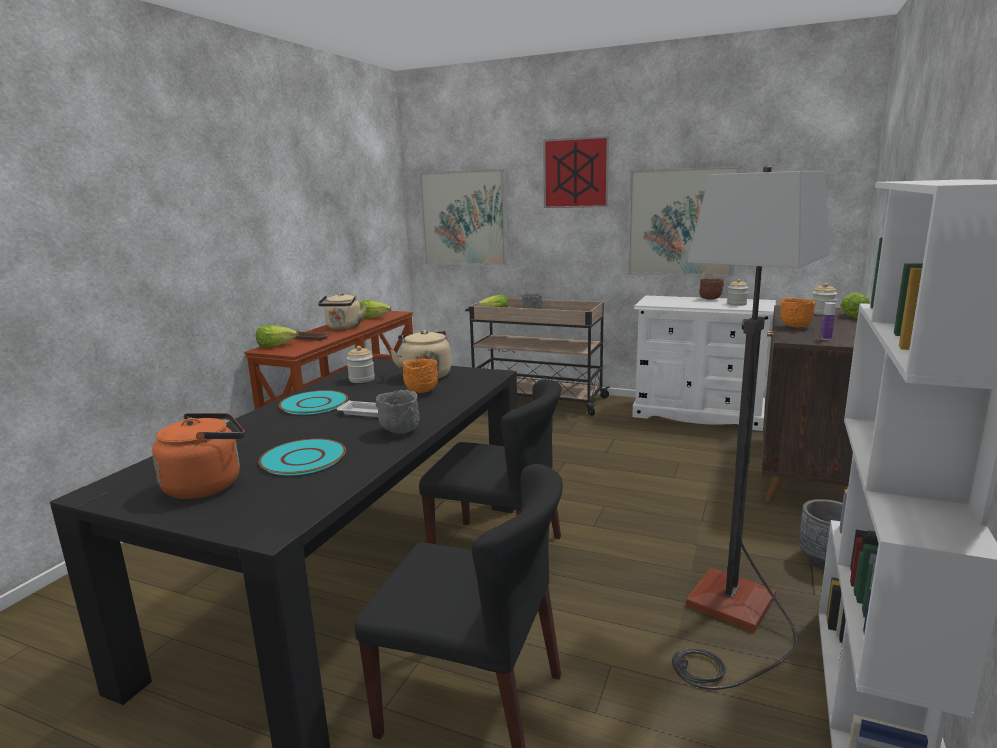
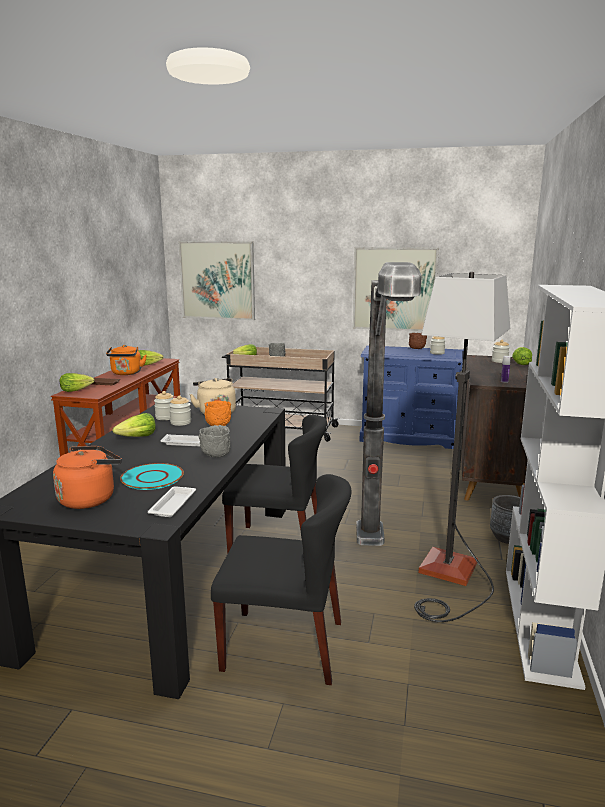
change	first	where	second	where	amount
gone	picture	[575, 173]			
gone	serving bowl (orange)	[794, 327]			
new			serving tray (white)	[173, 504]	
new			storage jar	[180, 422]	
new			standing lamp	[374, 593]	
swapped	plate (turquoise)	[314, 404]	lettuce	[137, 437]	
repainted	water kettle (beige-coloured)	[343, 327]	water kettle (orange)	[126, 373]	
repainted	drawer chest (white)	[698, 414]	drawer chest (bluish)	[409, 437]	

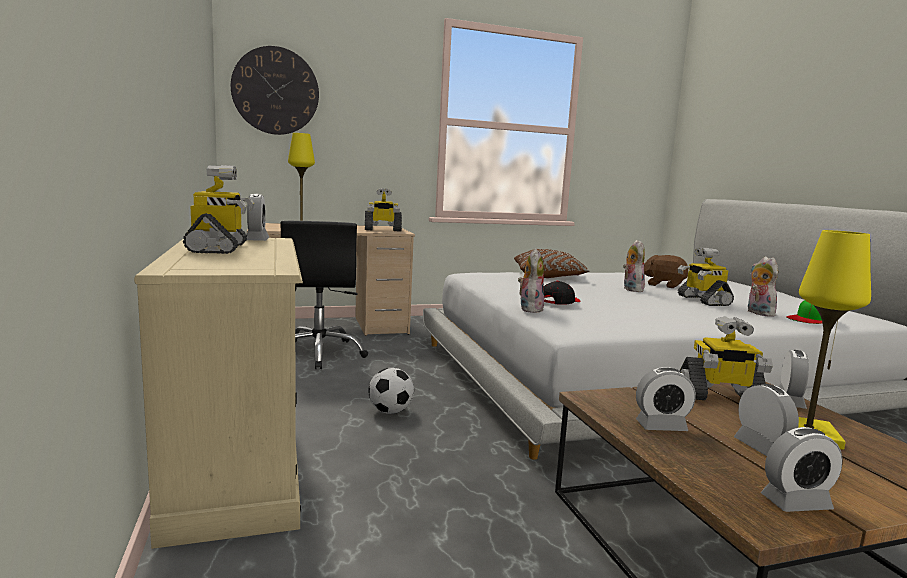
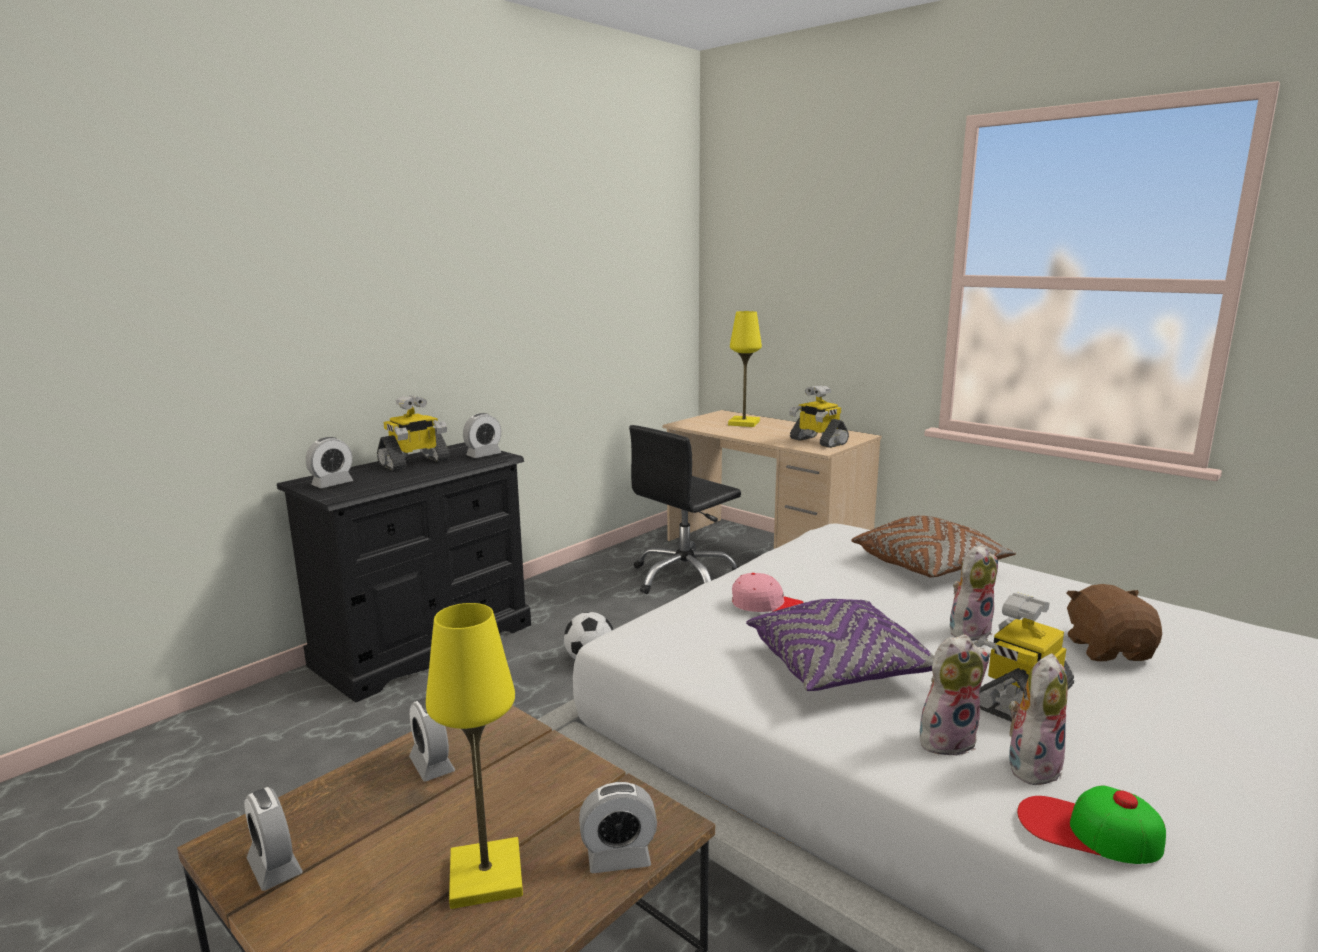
change	first	where	second	where	amount
gone	wall clock	[275, 91]			
gone	model robot	[719, 396]			
new			pillow (purplish)	[840, 668]	
shifted	cuddly toy	[529, 309]		[947, 739]	
shifted	bedside clock	[761, 447]		[332, 484]	
repainted	drawer chest (beige-coloured)	[238, 466]	drawer chest (black-coloured)	[425, 645]	
repainted	peaked cap (black-coloured)	[560, 302]	peaked cap (pinkish)	[766, 605]	

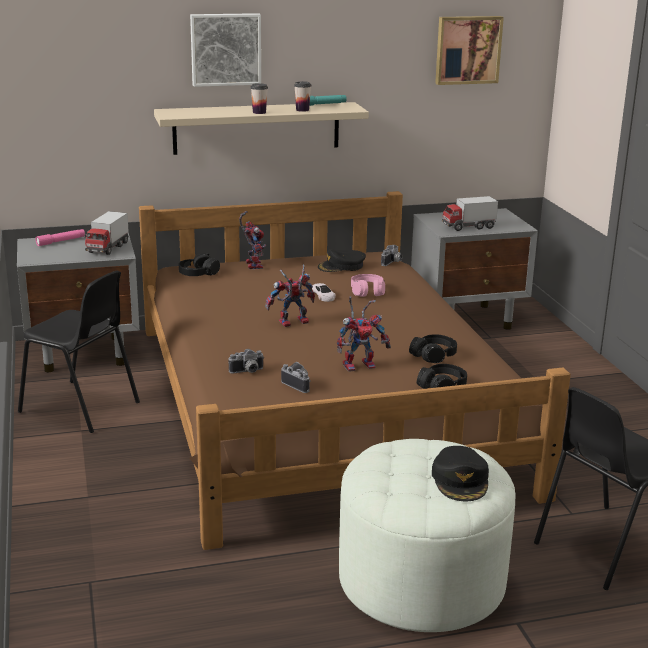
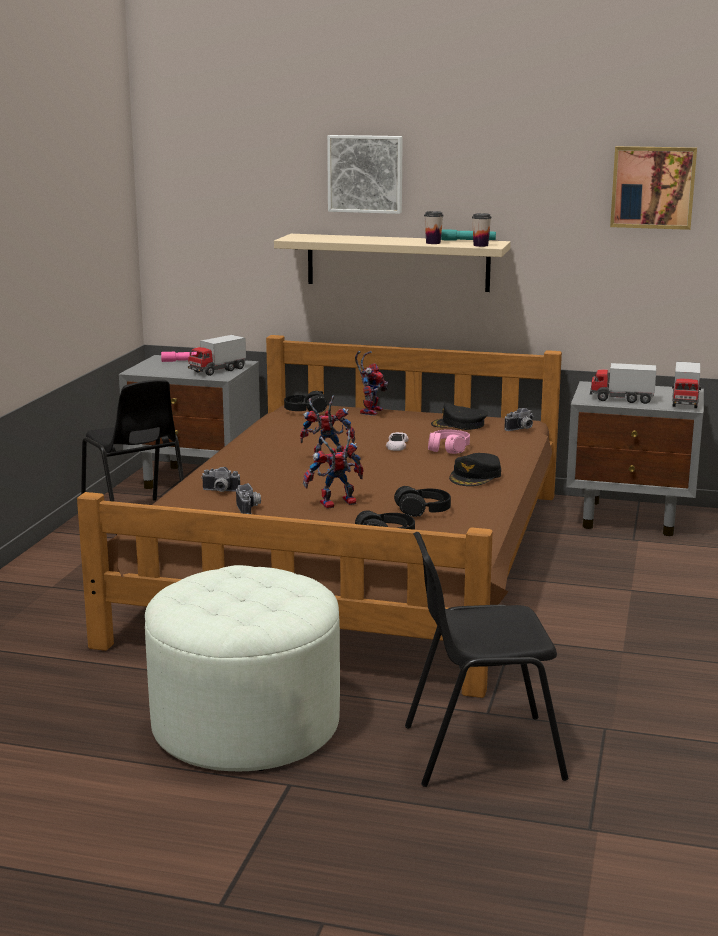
change	first	where	second	where	amount
new			toy lorry	[685, 402]	
shifted	cup	[259, 112]		[480, 245]	
shifted	peaked cap (black-coloured)	[461, 480]		[475, 476]	
rotated	model robot	[360, 364]		[335, 504]	150 degrees clockwise

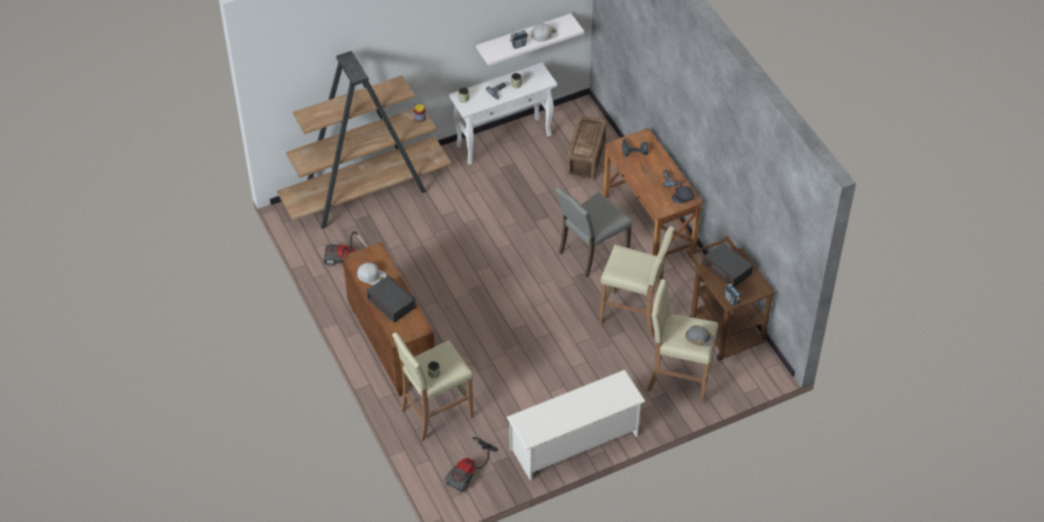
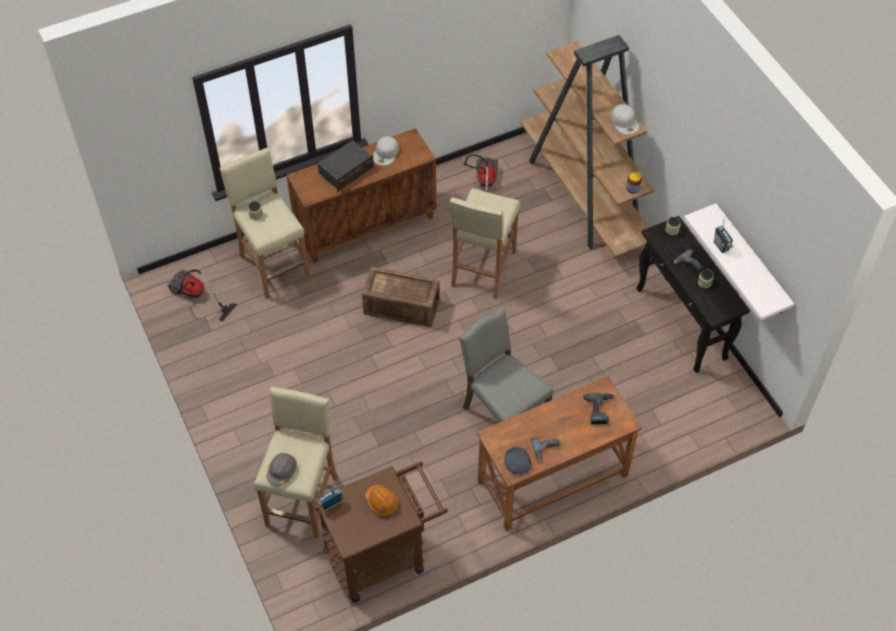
change	first	where	second	where	amount
gone	shoe shelf (white)	[574, 443]			
shifted	peaked cap (white)	[544, 34]		[625, 122]	
shifted	packing crate	[587, 157]		[402, 308]	
shifted	stool seat (beige-coloured)	[633, 314]		[482, 269]	
swapped	radio	[726, 270]	work helmet (orange)	[382, 502]	
repainted	hall table (white)	[504, 140]	hall table (black-coloured)	[682, 324]	

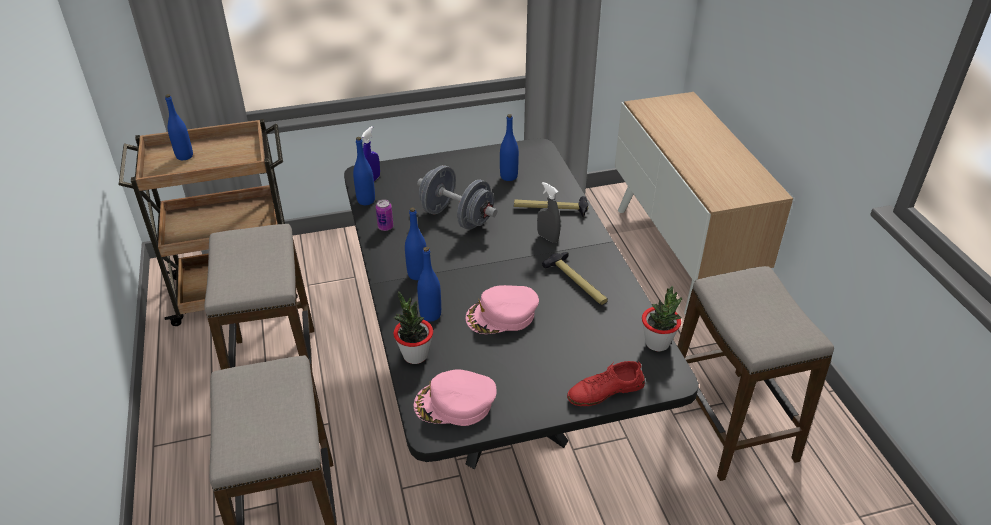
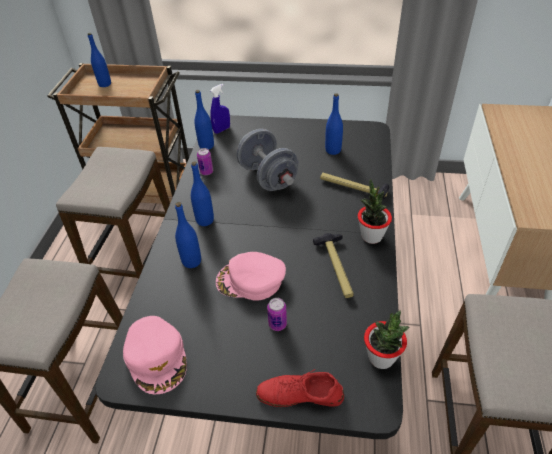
change	first	where	second	where	amount
gone	spray bottle (gray)	[547, 237]			
new			sealed can	[277, 324]	
shifted	houseplant	[415, 355]		[371, 236]	
rotated	peaked cap (pinkish)	[455, 404]		[157, 357]	135 degrees counterclockwise

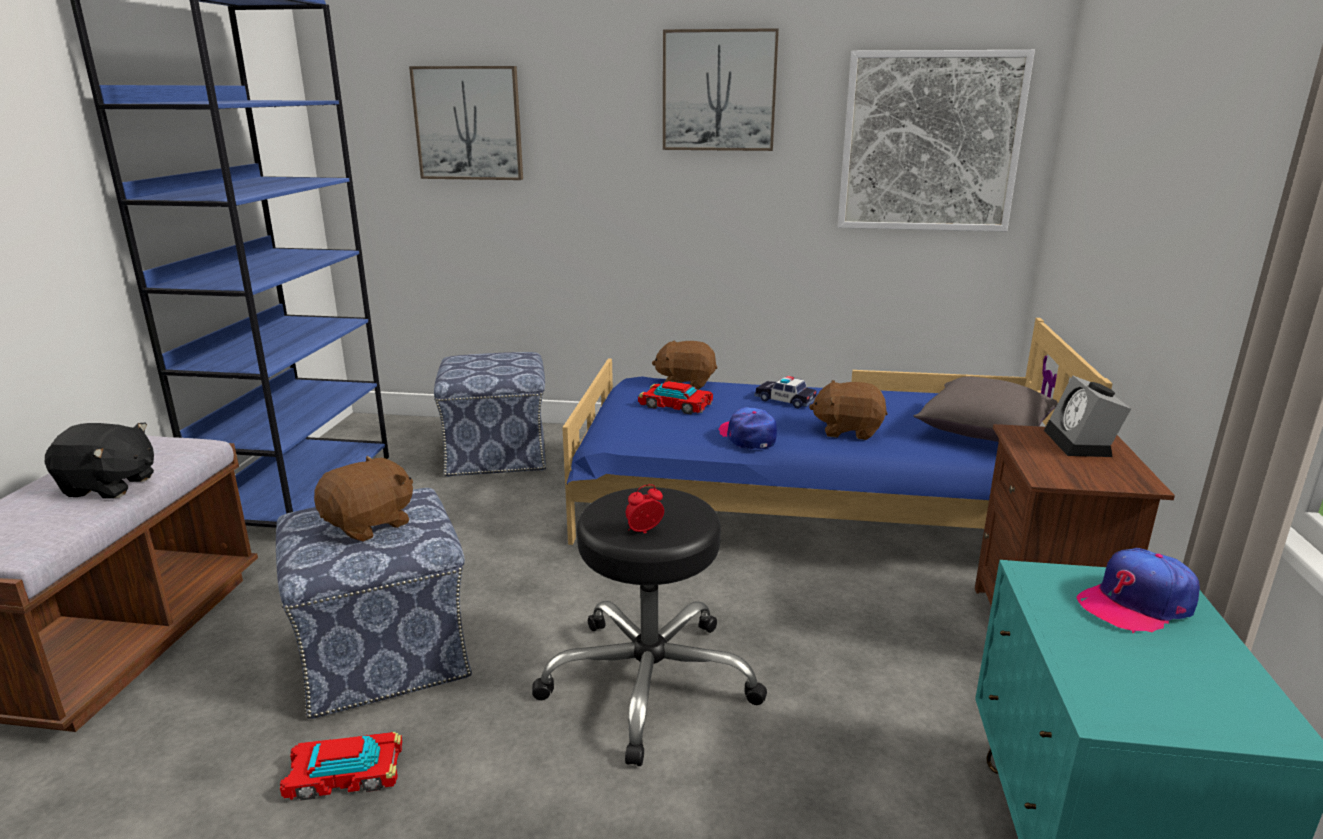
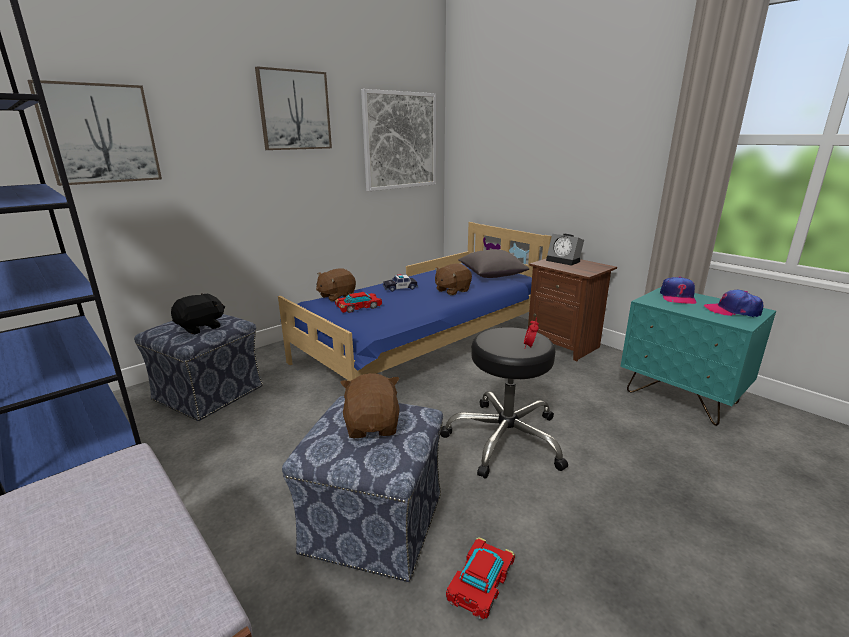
change	first	where	second	where	amount
shifted	cuddly toy (black-coloured)	[110, 486]		[201, 327]	
shifted	peaked cap	[747, 436]		[732, 311]	

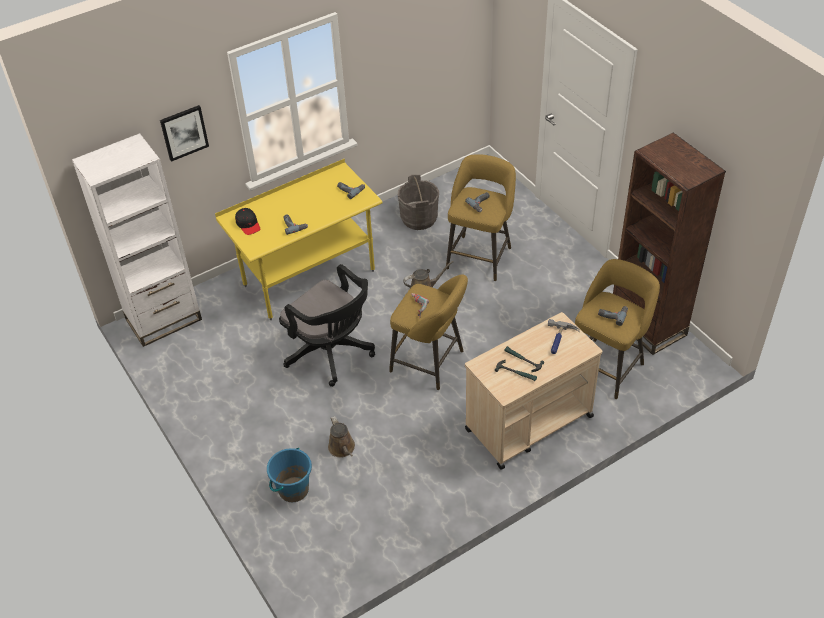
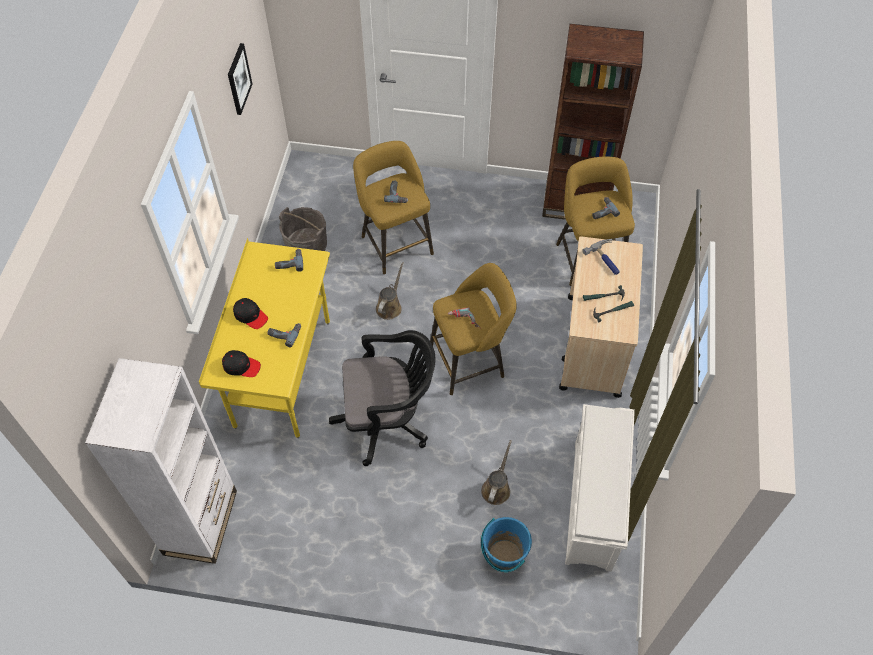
change	first	where	second	where	amount
new			peaked cap (black-coloured)	[250, 316]	
new			shoe shelf (white)	[593, 506]	
shifted	picture	[184, 132]		[238, 79]	
rotated	watering pot (brownish)	[342, 449]		[496, 488]	90 degrees counterclockwise

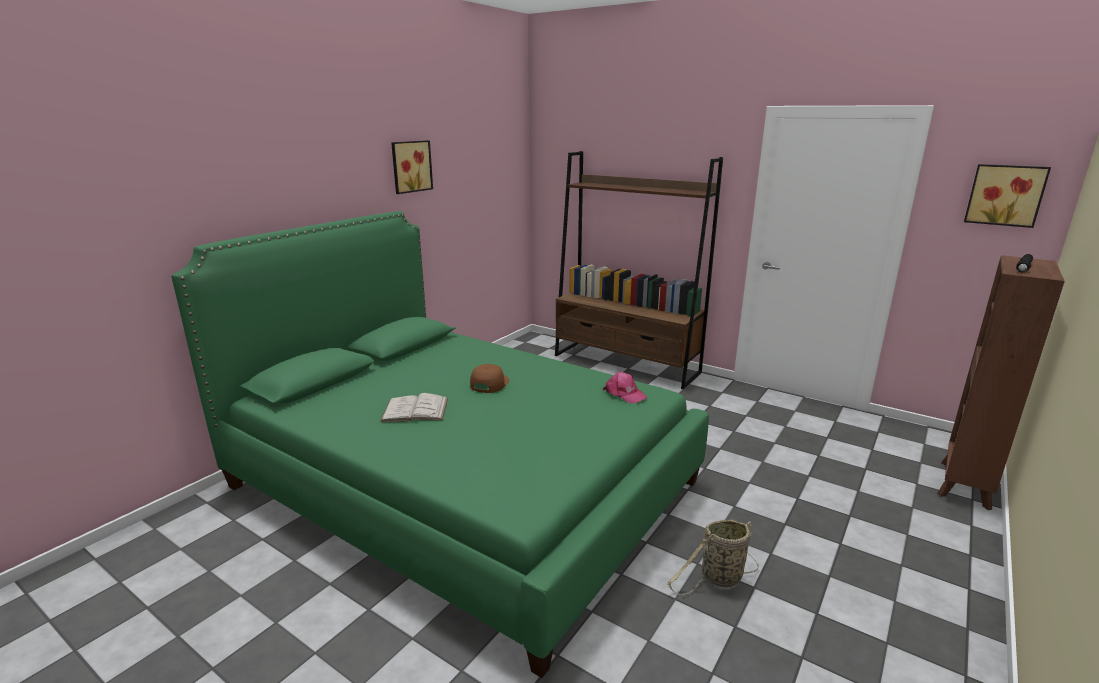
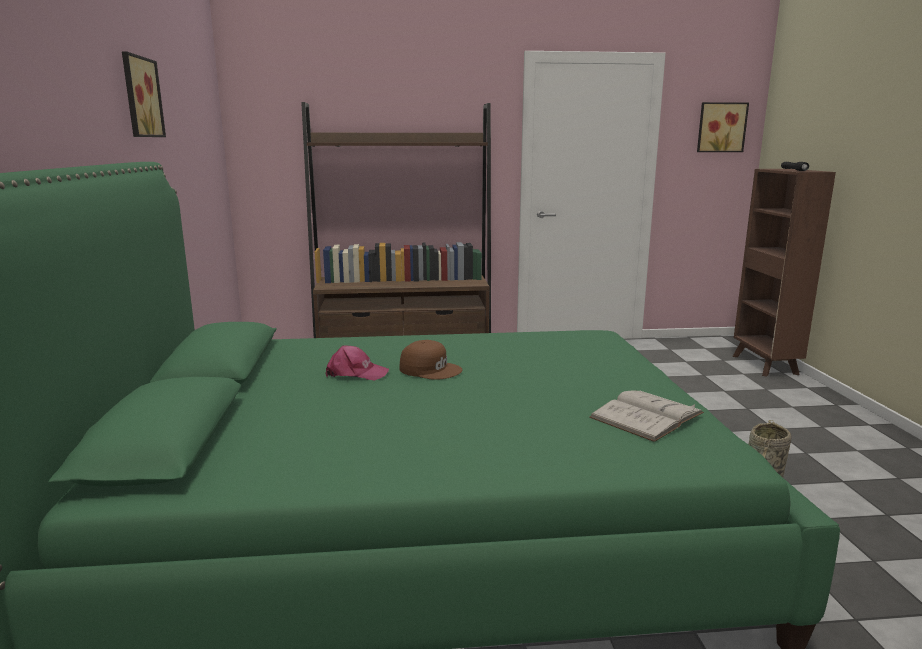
change	first	where	second	where	amount
shifted	book (white)	[415, 410]		[646, 415]	
shifted	peaked cap (pinkish)	[624, 394]		[356, 373]	
rotated	peaked cap (brownish)	[489, 383]		[430, 369]	135 degrees clockwise

